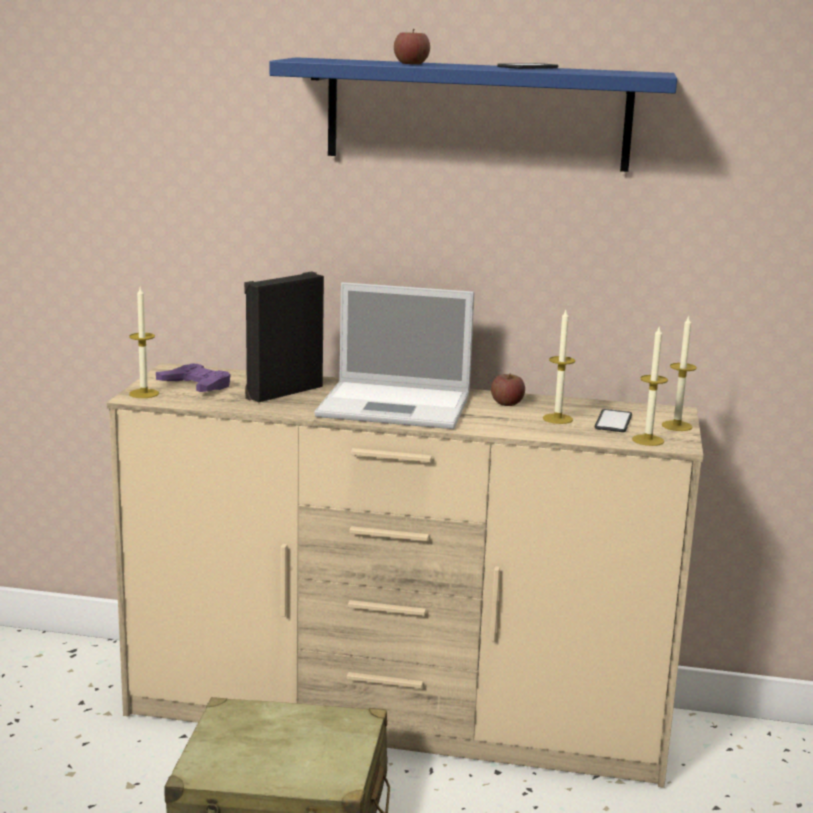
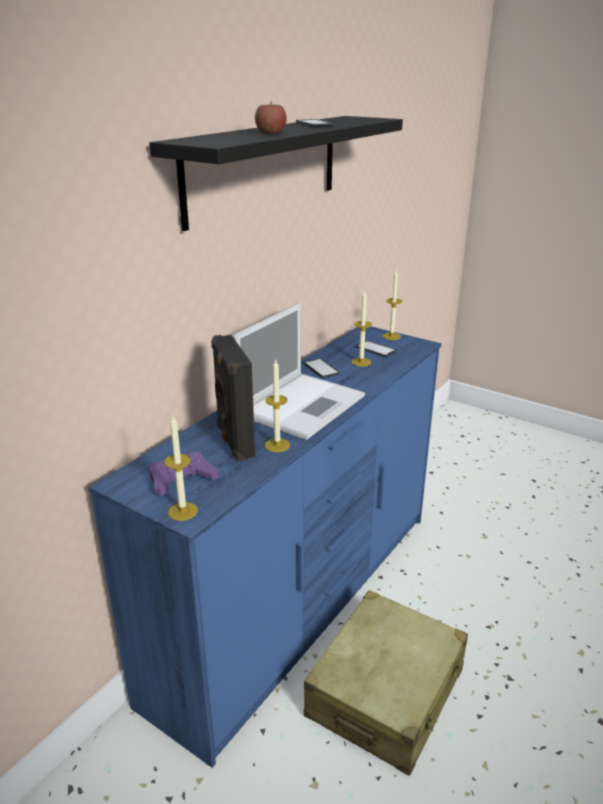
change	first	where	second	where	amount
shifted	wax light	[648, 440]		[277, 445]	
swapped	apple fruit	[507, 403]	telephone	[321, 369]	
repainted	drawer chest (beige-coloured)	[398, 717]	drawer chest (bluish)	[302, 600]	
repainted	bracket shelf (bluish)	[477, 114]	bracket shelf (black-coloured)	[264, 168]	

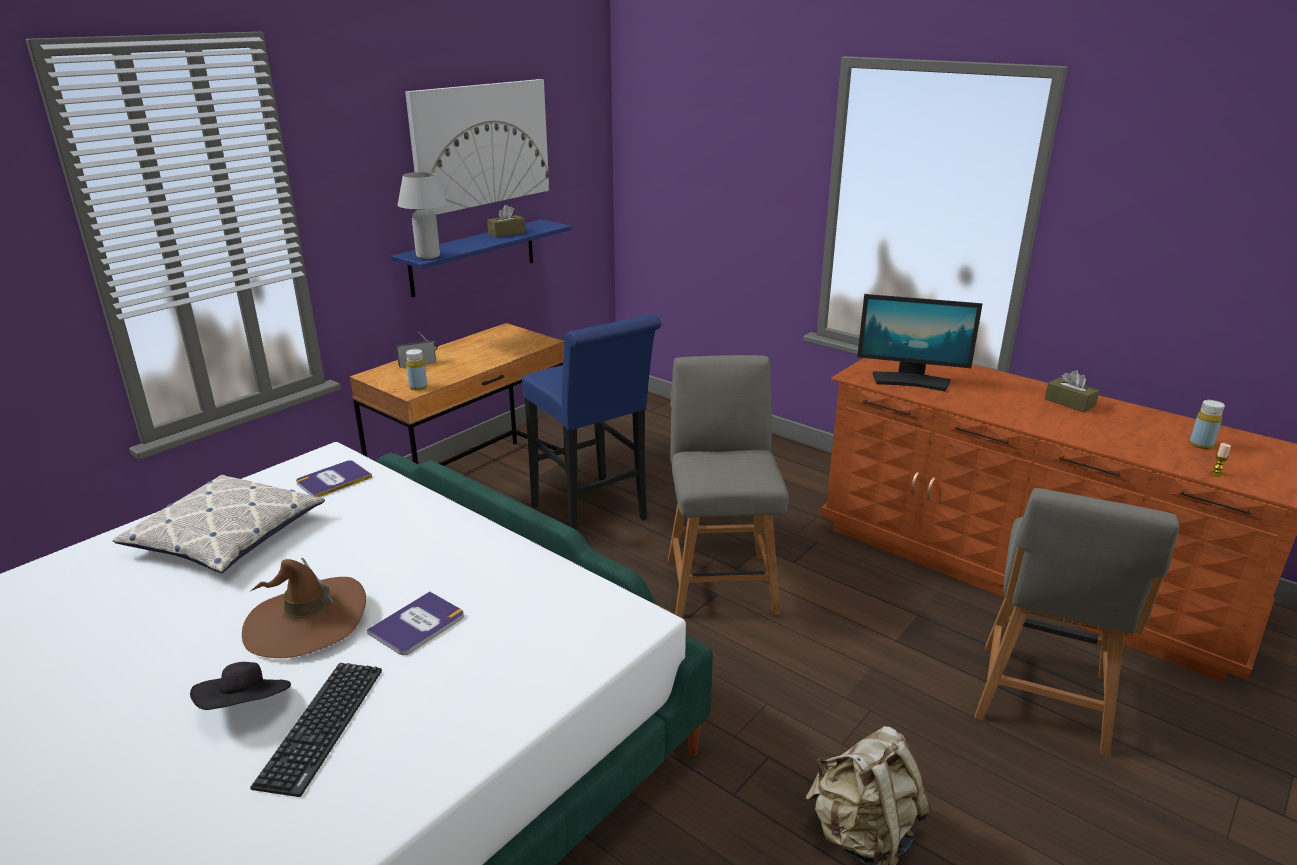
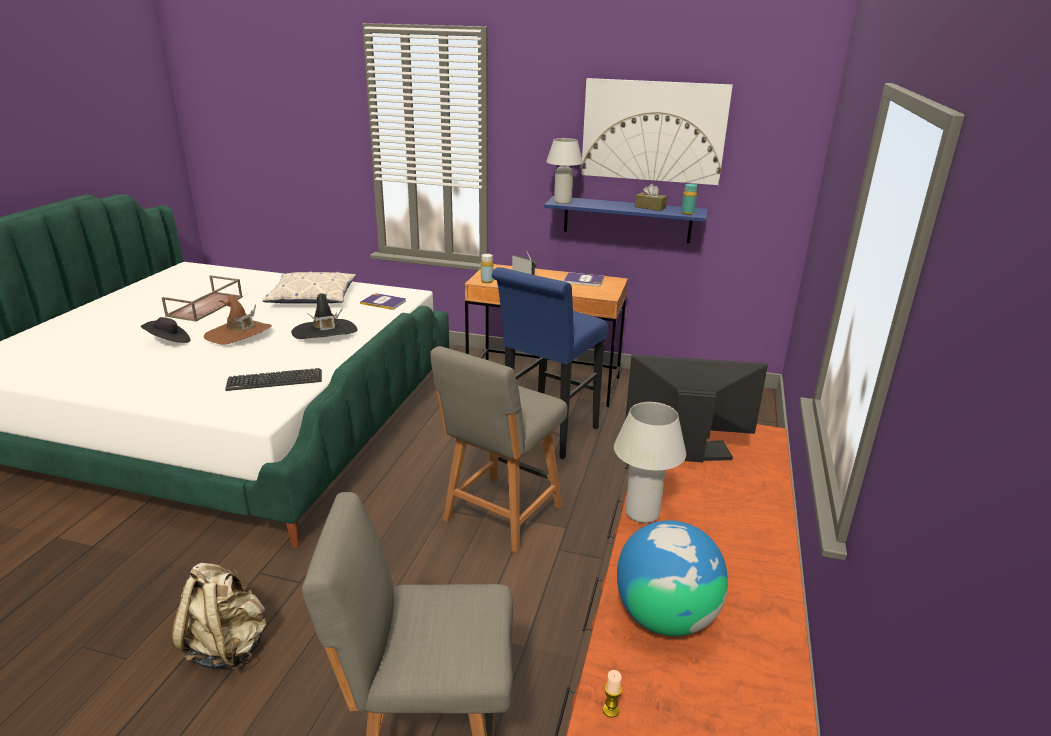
change	first	where	second	where	amount
gone	tissue box (brownish)	[1069, 403]			
gone	beverage bottle (yellow-coloured)	[1201, 444]			
new			serving tray (brownish)	[205, 307]	
new			clothing hat (black-coloured)	[325, 333]	
new			table lamp (white)	[642, 513]	
new			world globe	[665, 617]	
new			beverage bottle (turquoise)	[687, 213]	
shifted	computer keyboard	[322, 726]		[275, 380]	
shifted	book	[417, 624]		[583, 280]	
rotated	upright chair (gray)	[720, 582]		[500, 515]	150 degrees clockwise
rotated	computer screen	[910, 381]		[686, 451]	105 degrees clockwise

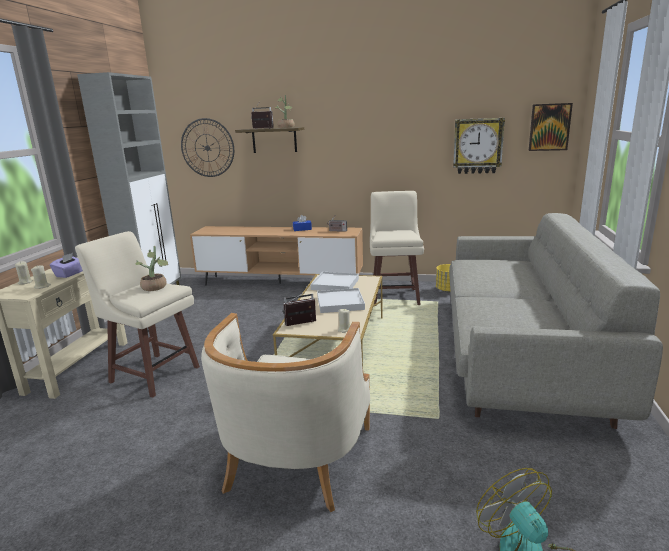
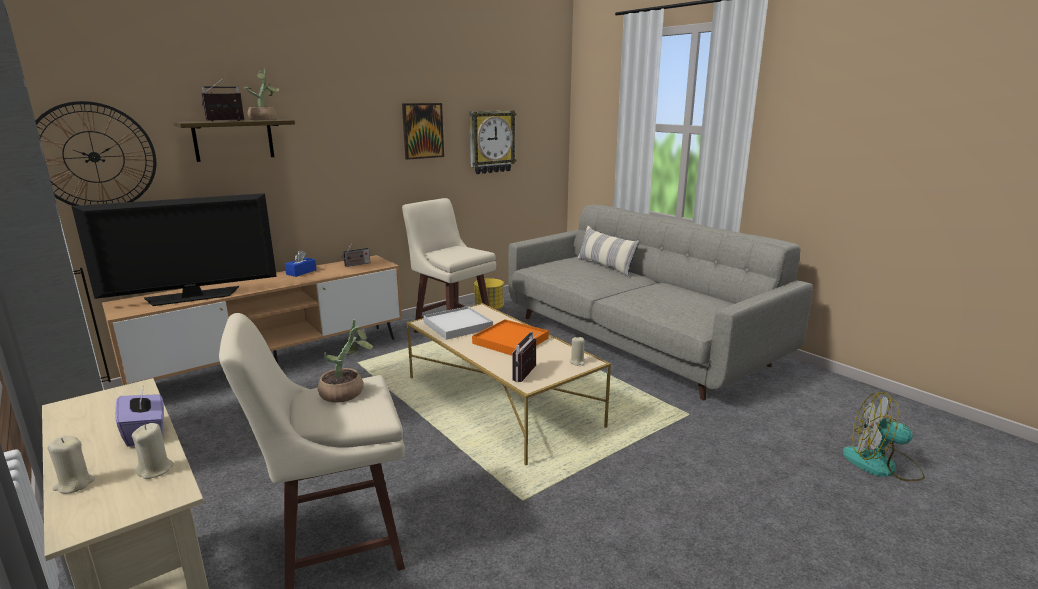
change	first	where	second	where	amount
gone	armchair (beige-coloured)	[295, 459]			
new			TV	[192, 296]	
new			pillow	[605, 266]	
shifted	picture	[549, 127]		[422, 131]	
repainted	serving tray (white)	[340, 303]	serving tray (orange)	[510, 341]	

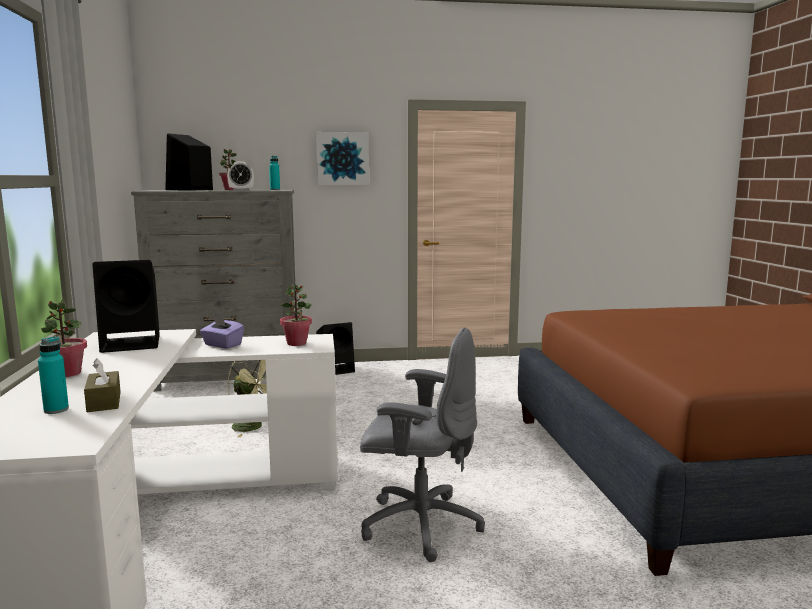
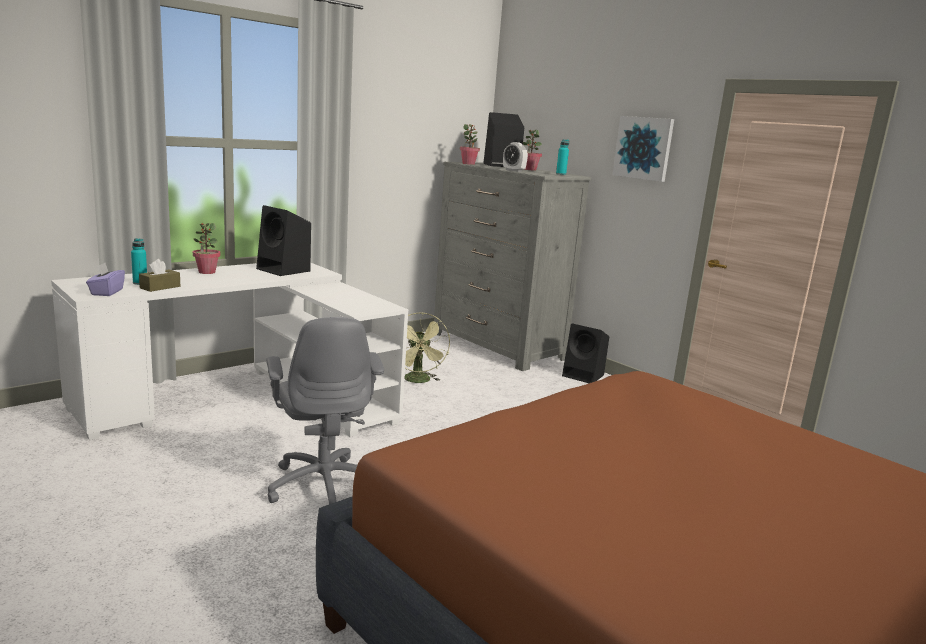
change	first	where	second	where	amount
shifted	tissue box (purplish)	[222, 345]		[106, 292]	
shifted	houseplant	[297, 343]		[468, 164]	

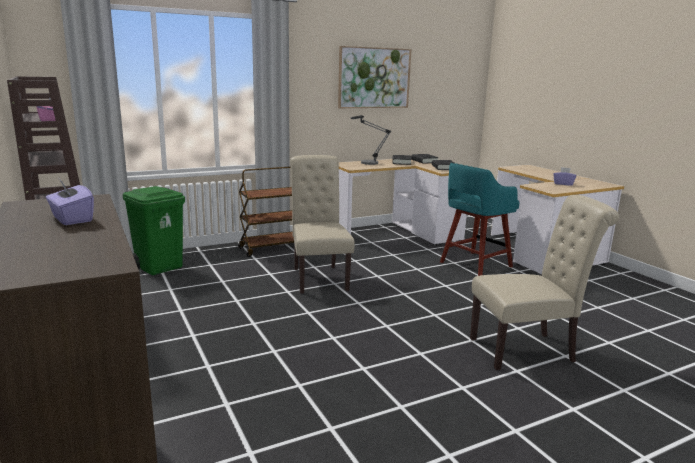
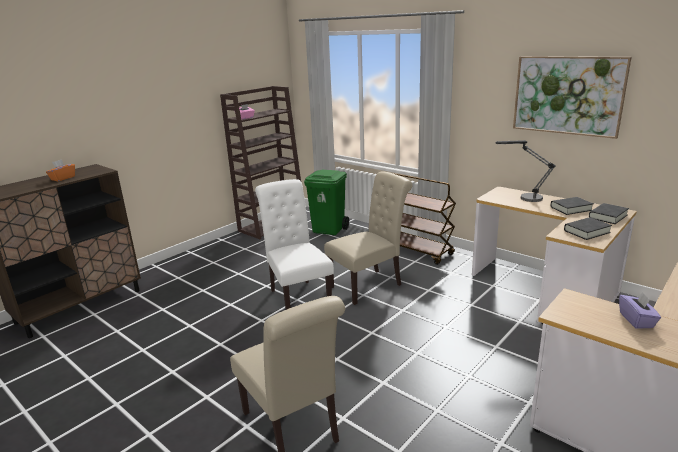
change	first	where	second	where	amount
gone	stool seat (turquoise)	[474, 265]			
new			upright chair (white)	[297, 297]	
repainted	tissue box (purplish)	[71, 219]	tissue box (orange)	[62, 178]	

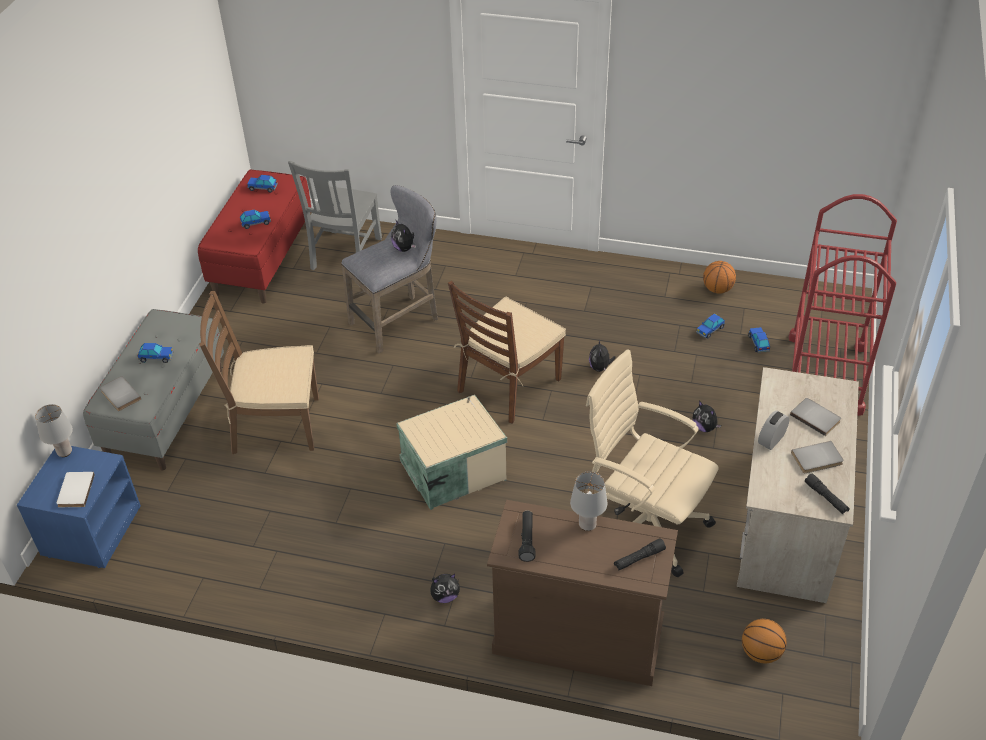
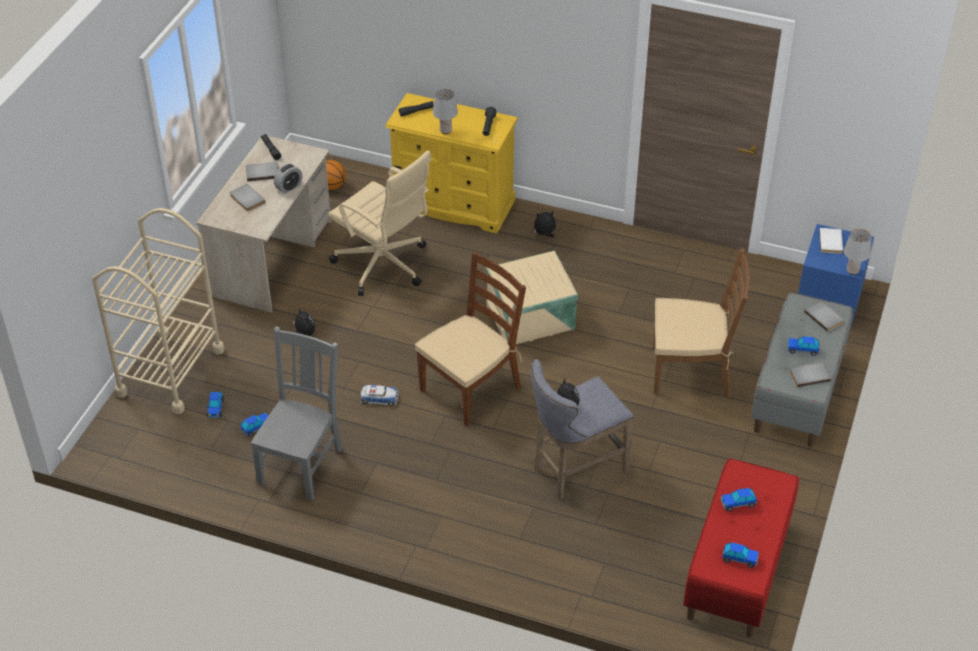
change	first	where	second	where	amount
gone	basketball ball	[717, 289]			
new			book (gray)	[809, 375]	
shifted	upright chair (gray)	[345, 255]		[302, 463]	
swapped	cuddly toy	[600, 368]	miniature car	[379, 398]	
repainted	drawer chest (brownish)	[578, 636]	drawer chest (yellow-coloured)	[453, 204]	
repainted	trolley (red-coloured)	[825, 374]	trolley (beige-coloured)	[170, 372]	

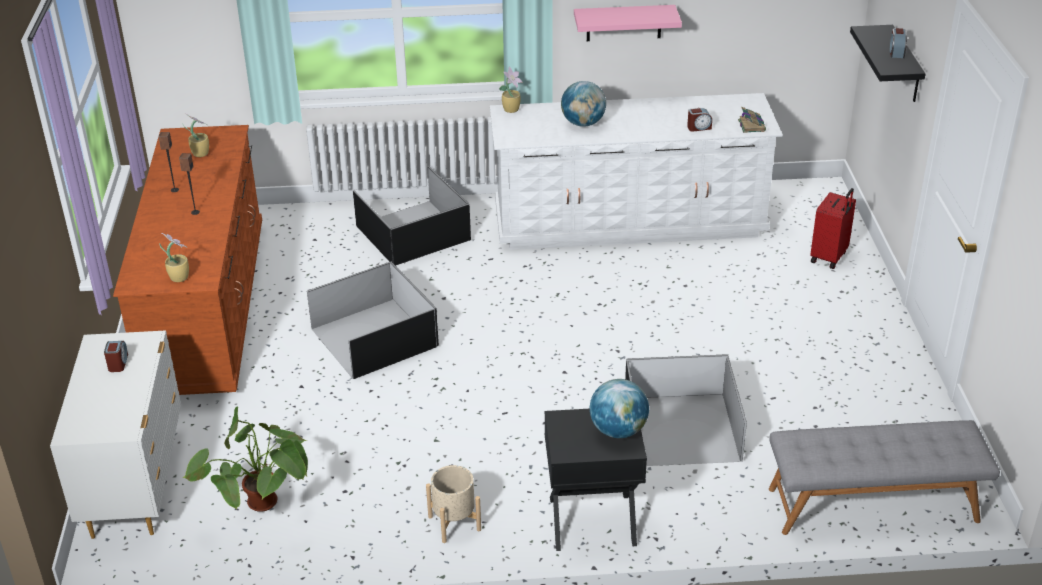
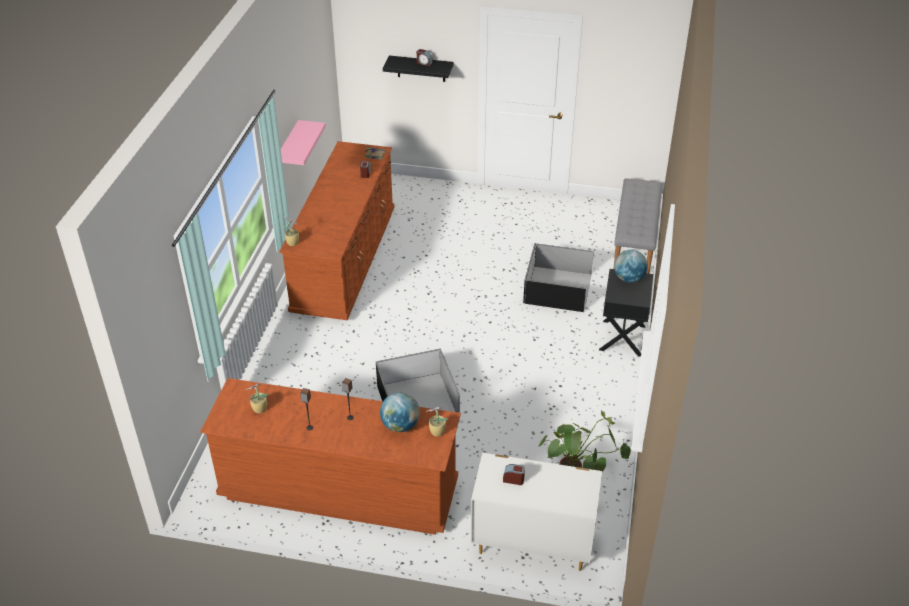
change	first	where	second	where	amount
gone	storage box (black-coloured)	[414, 232]			
gone	planter (beige-coloured)	[454, 523]			
gone	travel case (red-coloured)	[829, 257]			
shifted	world globe	[583, 123]		[400, 425]	
repainted	drawer chest (white)	[629, 222]	drawer chest (brownish)	[345, 261]	

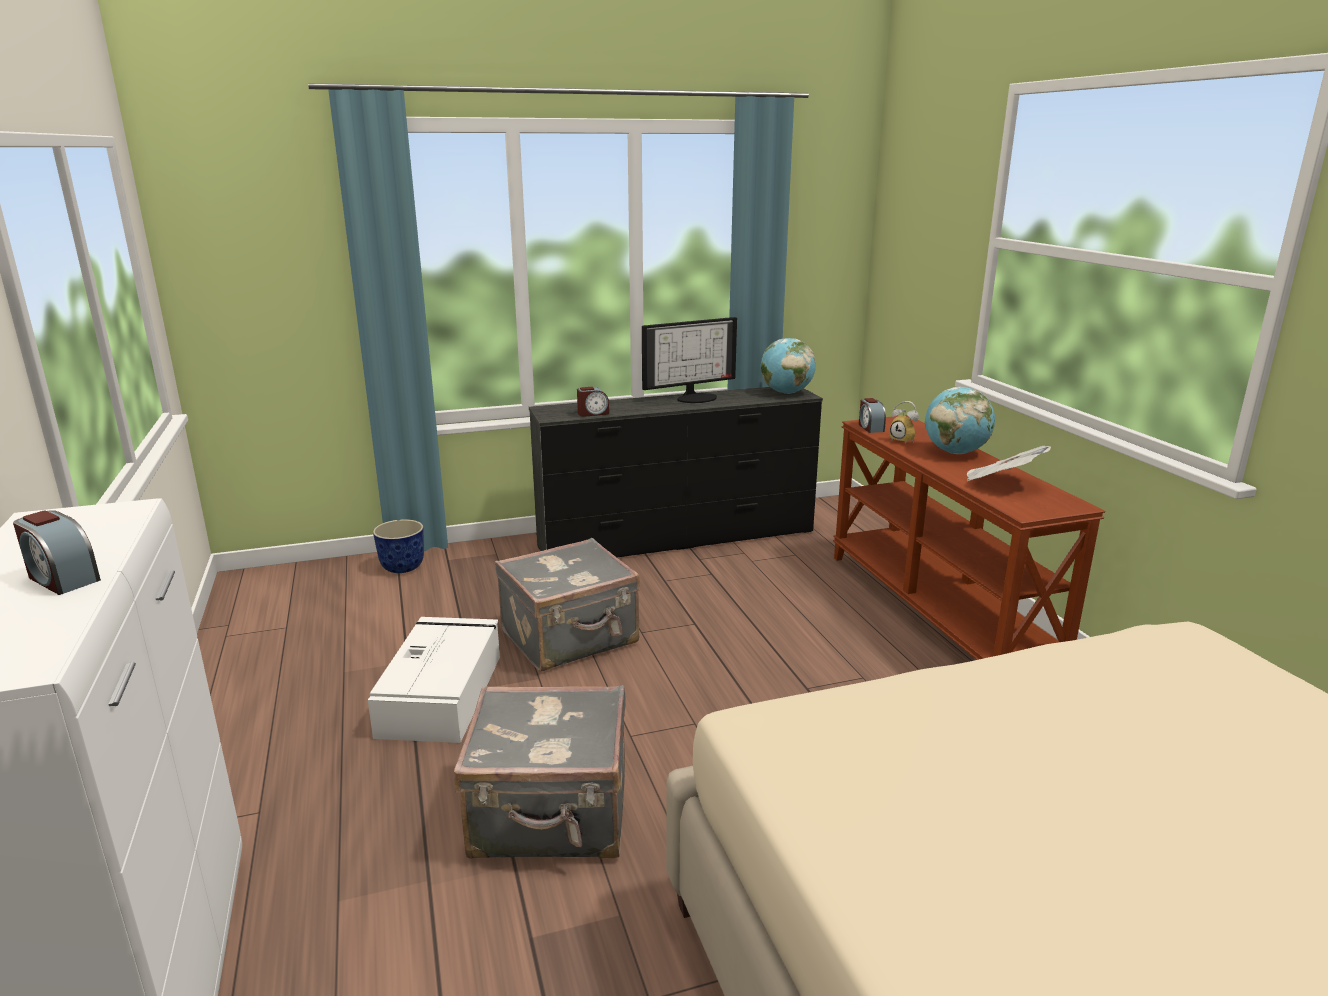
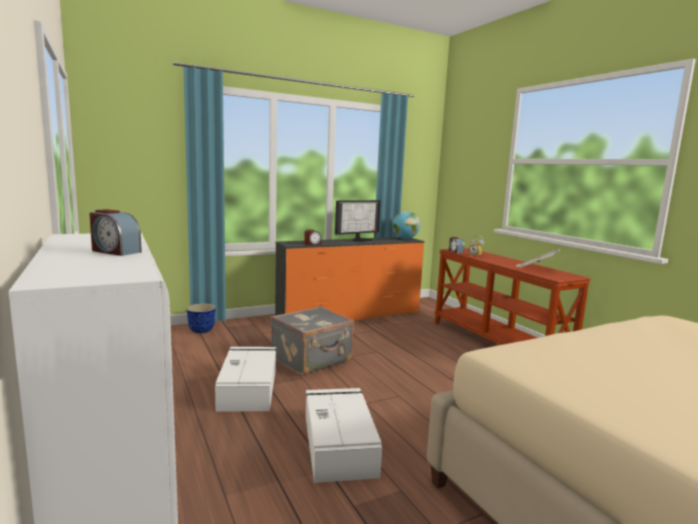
change	first	where	second	where	amount
gone	world globe	[955, 452]			
swapped	travel case (gray)	[551, 816]	storage box (white)	[338, 443]	
repainted	drawer chest (black-coloured)	[678, 539]	drawer chest (orange)	[350, 316]	

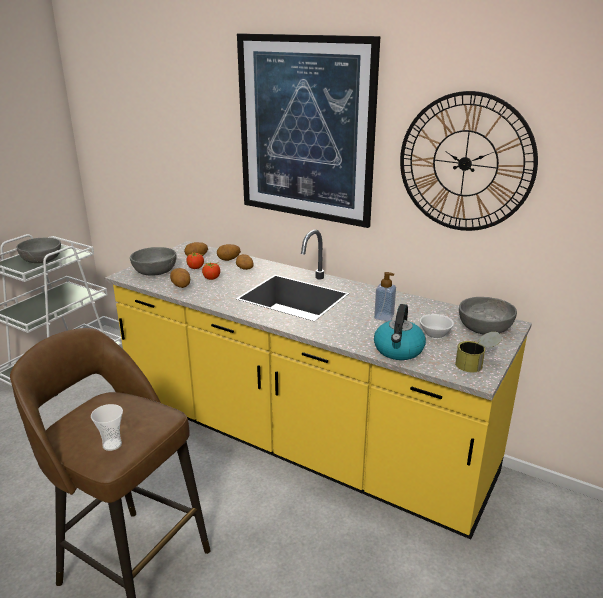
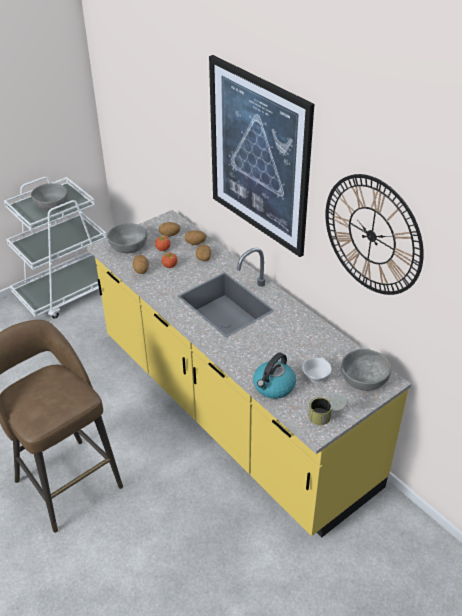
change	first	where	second	where	amount
gone	cup	[112, 444]			
gone	soap bottle	[384, 317]			

